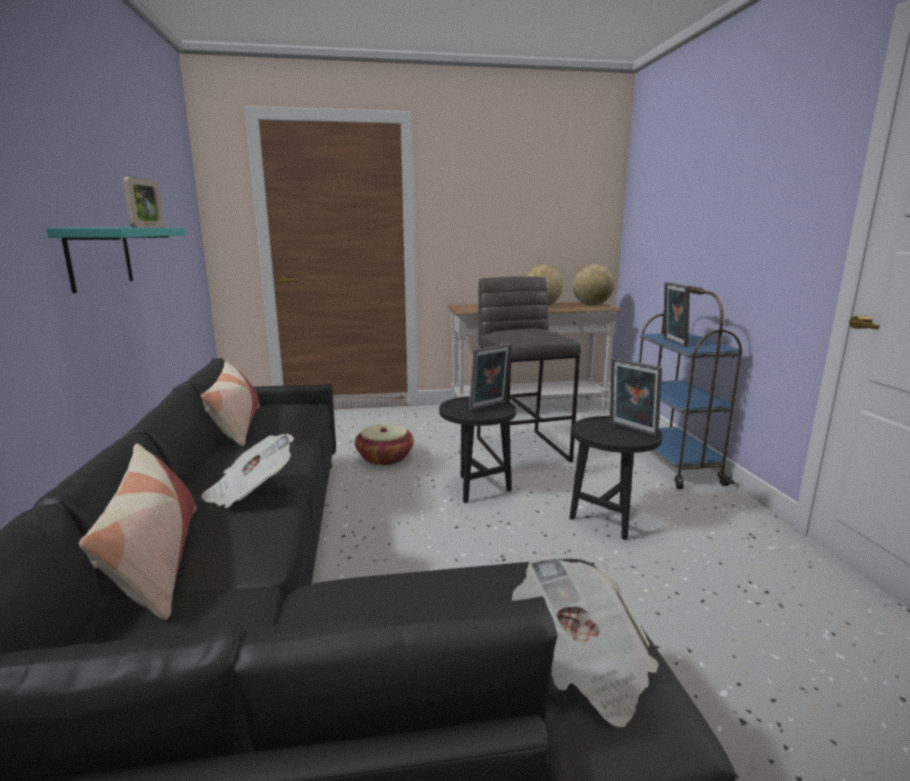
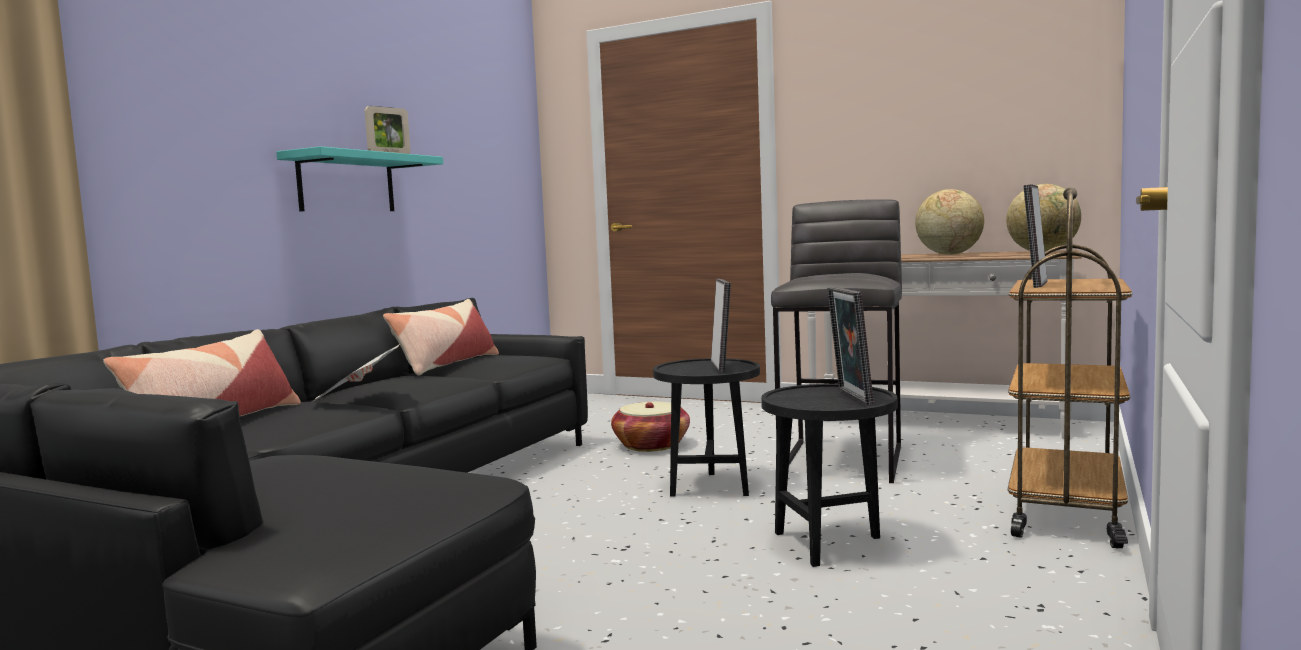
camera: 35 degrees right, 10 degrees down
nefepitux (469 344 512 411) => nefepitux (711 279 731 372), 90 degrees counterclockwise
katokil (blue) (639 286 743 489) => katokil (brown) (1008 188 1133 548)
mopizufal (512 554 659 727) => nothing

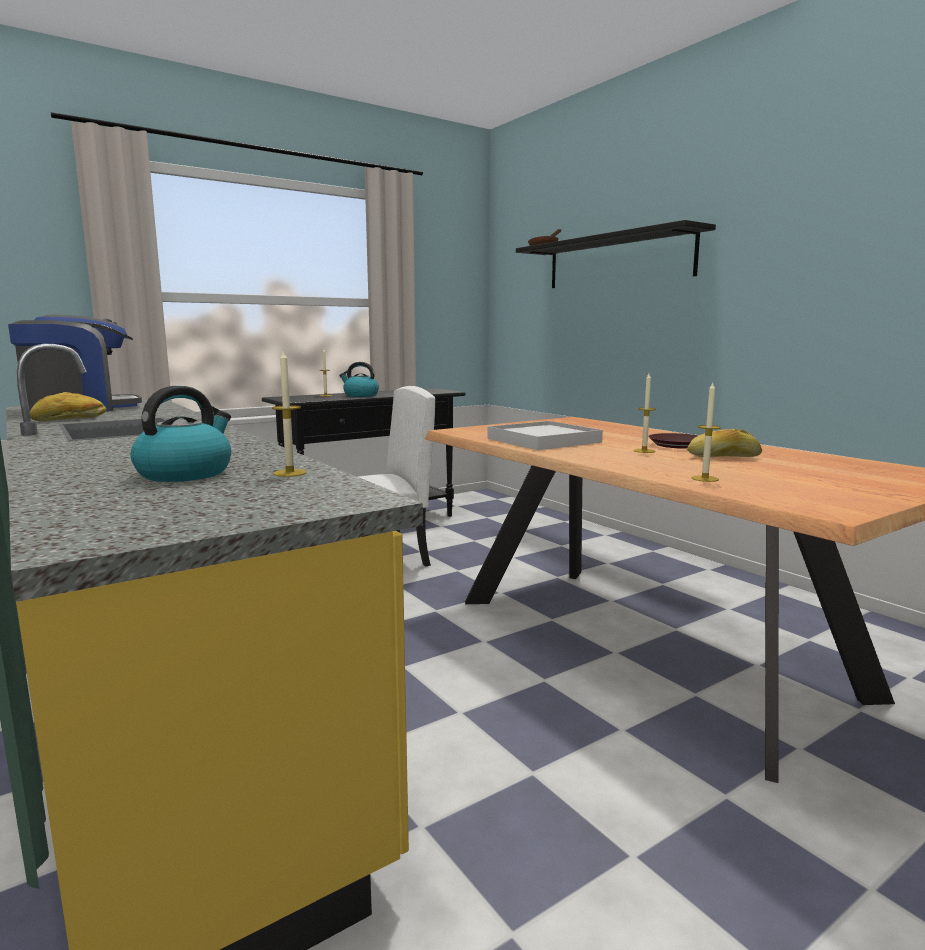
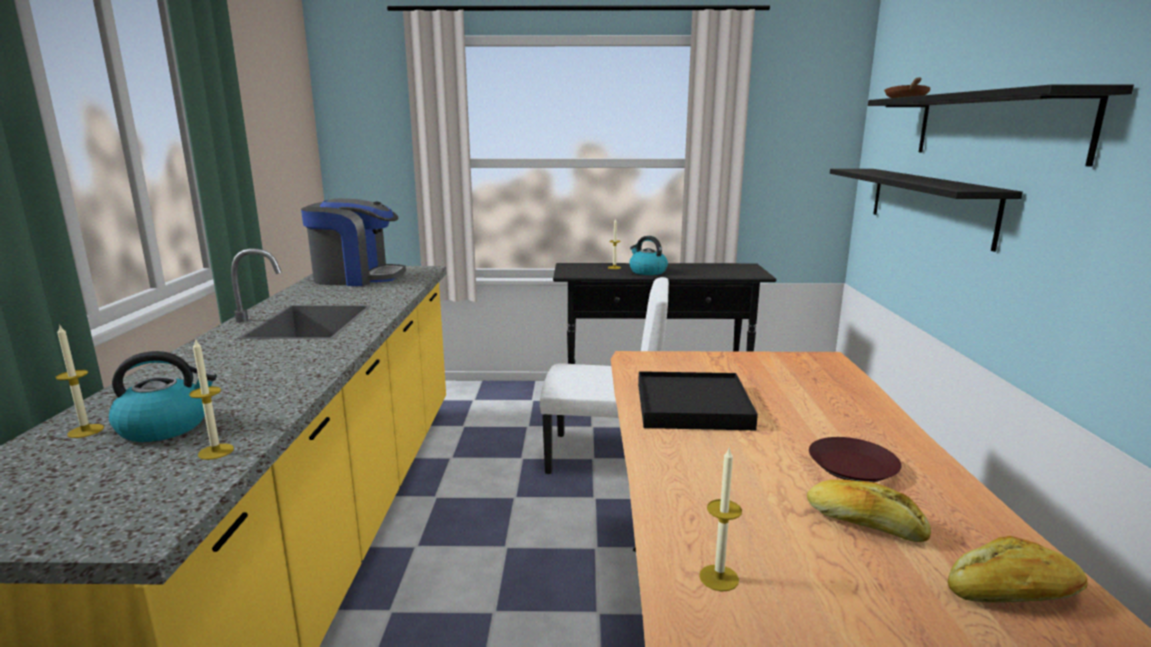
camera: 35 degrees right, 5 degrees up
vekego (634 373 656 453) => vekego (56 326 104 438), move
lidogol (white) (488 421 603 450) => lidogol (black) (638 371 758 430)
nothing => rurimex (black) (830 169 1023 252)
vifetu (30 392 106 421) => vifetu (947 536 1088 603), move

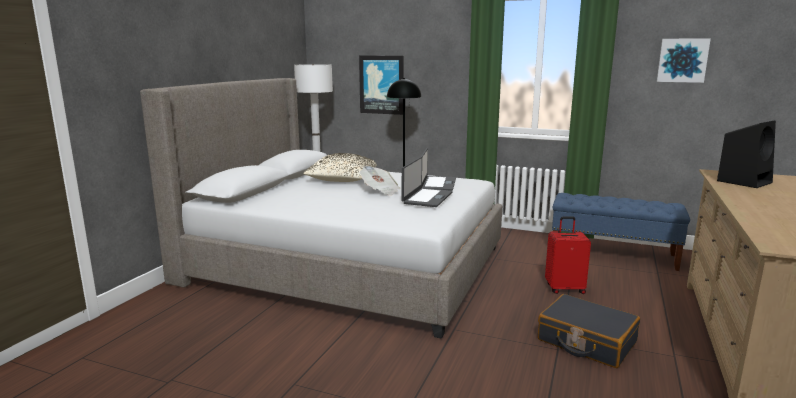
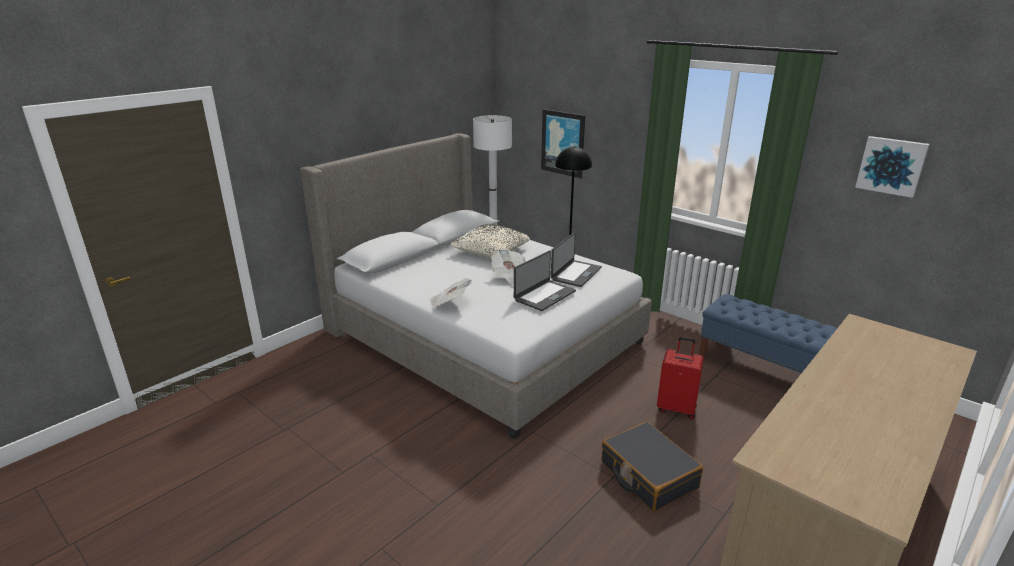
camera: 20 degrees right, 10 degrees up
nothing => mopizufal (430 278 472 308)
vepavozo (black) (717 121 776 188) => nothing

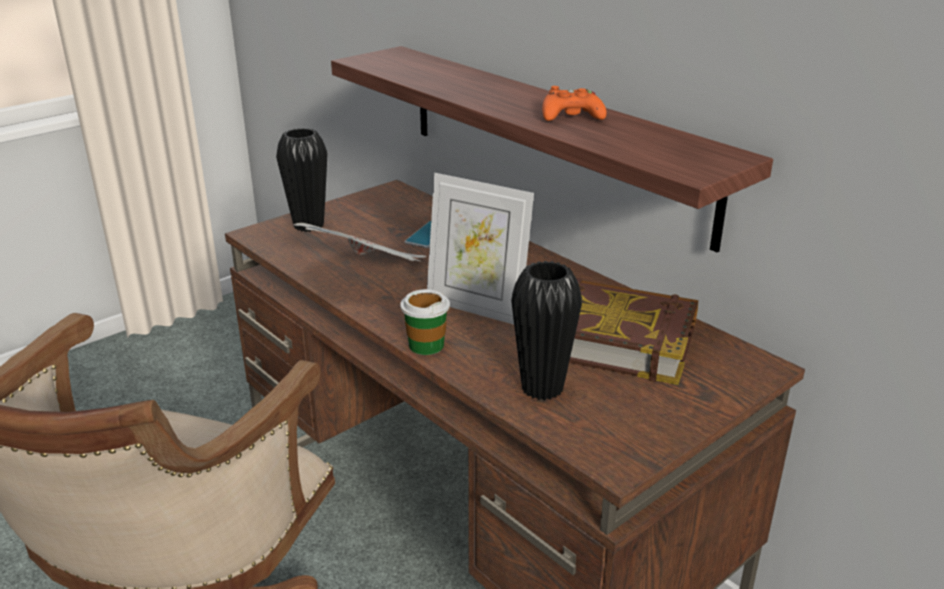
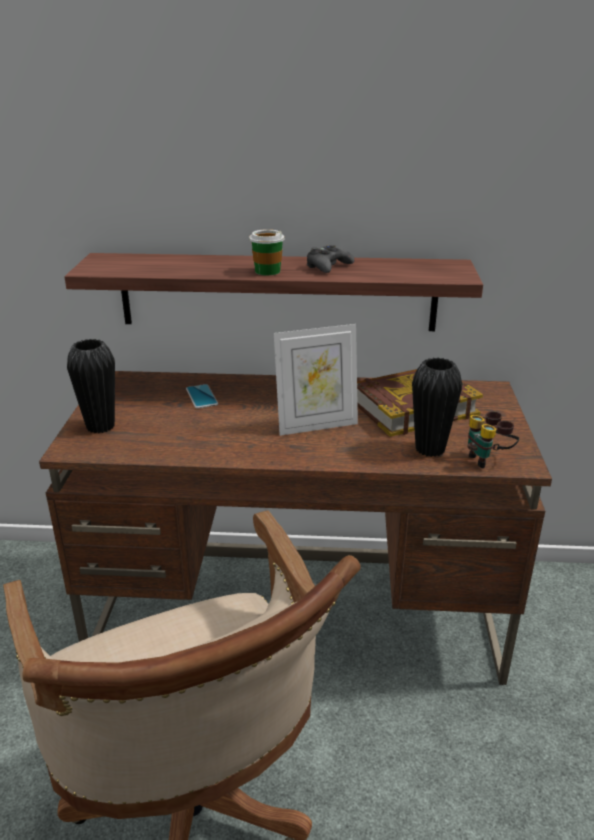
camera: 45 degrees left, 0 degrees up
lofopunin (400 289 450 355) => lofopunin (249 229 285 275), move
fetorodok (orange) (542 86 607 121) => fetorodok (black) (307 245 354 273)
nothing => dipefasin (468 412 519 468)
mopizufal (294 223 427 262) => nothing

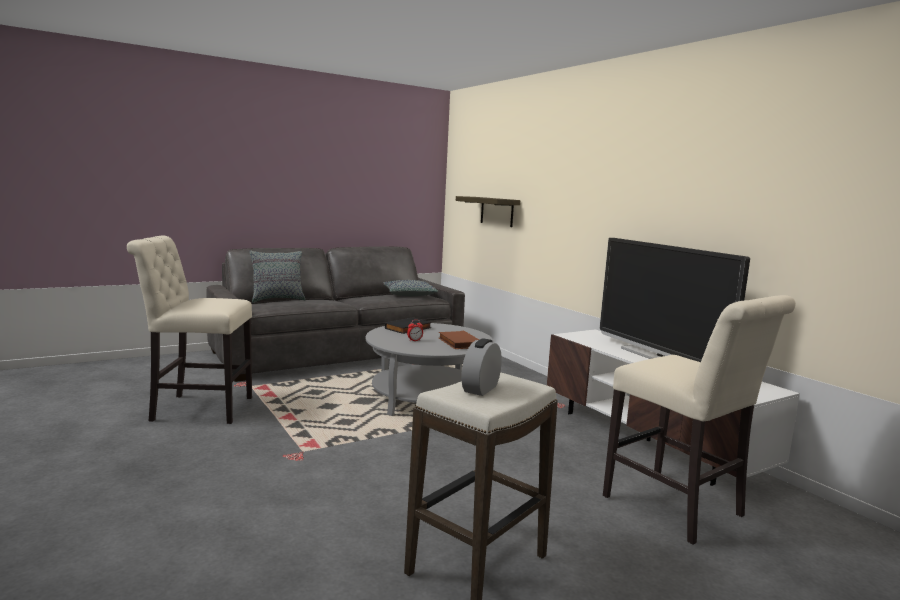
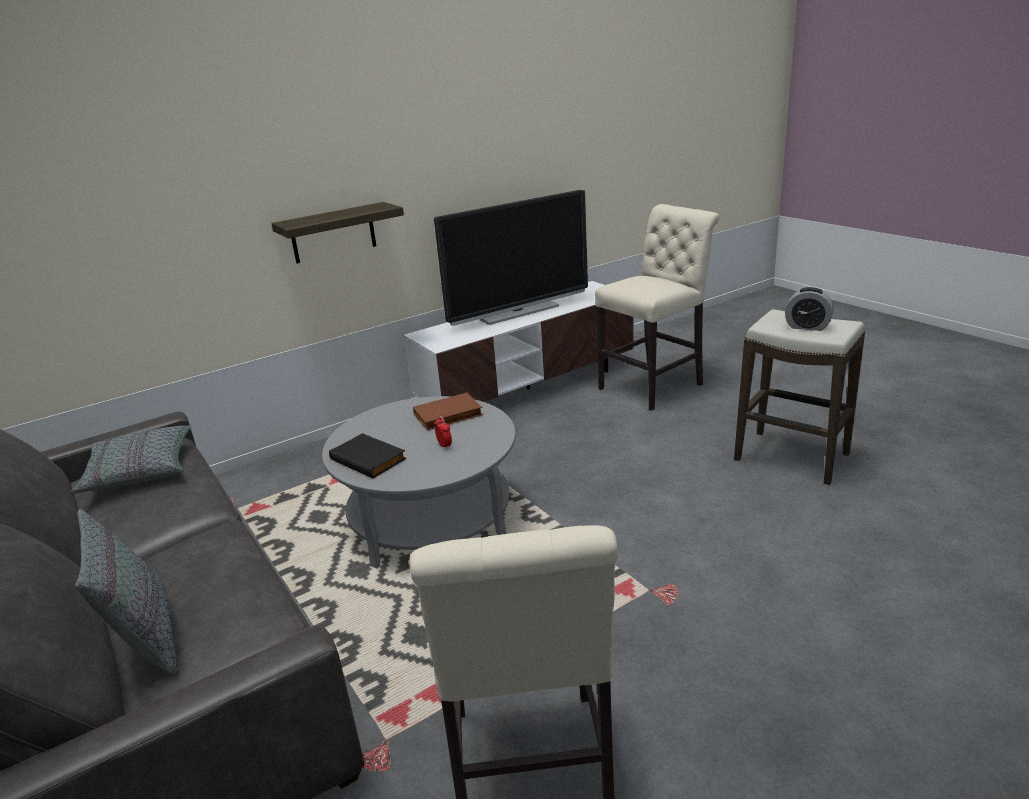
camera: 90 degrees left, 15 degrees up
rurimex (456 196 520 227) => rurimex (271 202 404 263), move

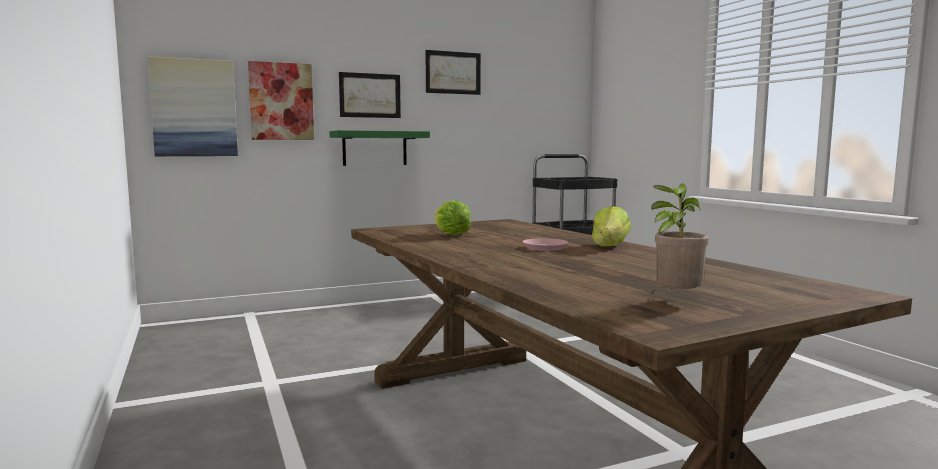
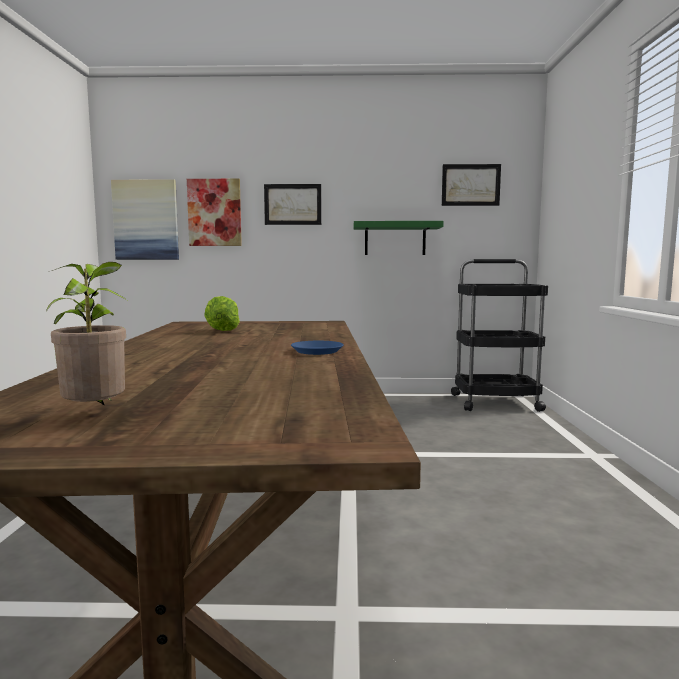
camera: 25 degrees right, 0 degrees up
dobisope (592 206 631 246) => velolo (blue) (291 341 344 355)
rurimex (green) (329 130 430 166) => rurimex (green) (354 221 444 255), move
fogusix (425 50 481 95) => fogusix (442 164 501 206), move
velolo (pink) (523 238 569 251) => nothing

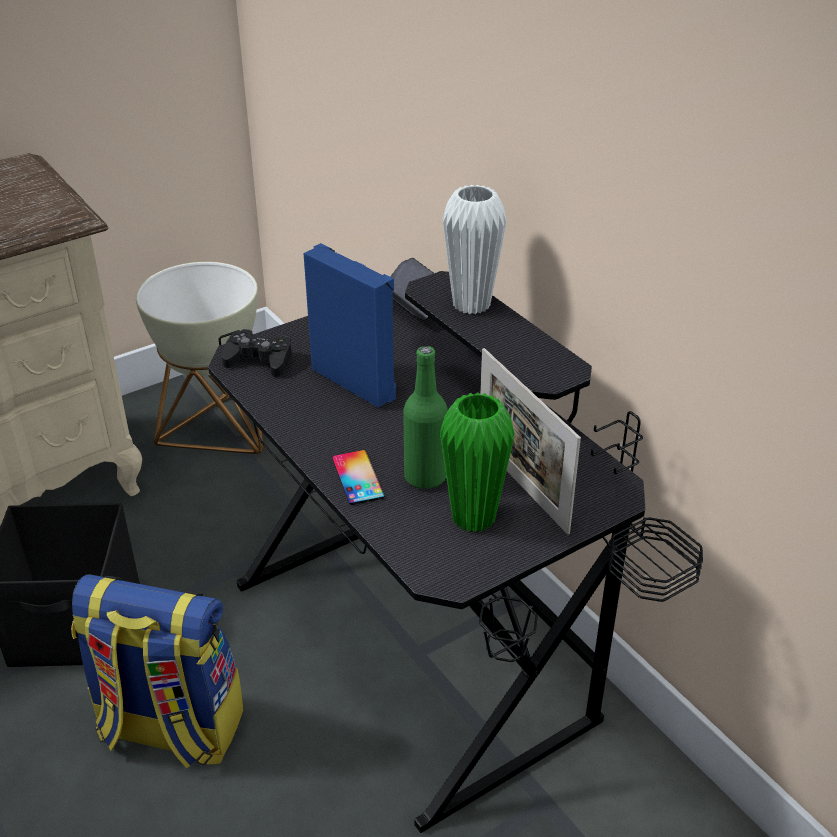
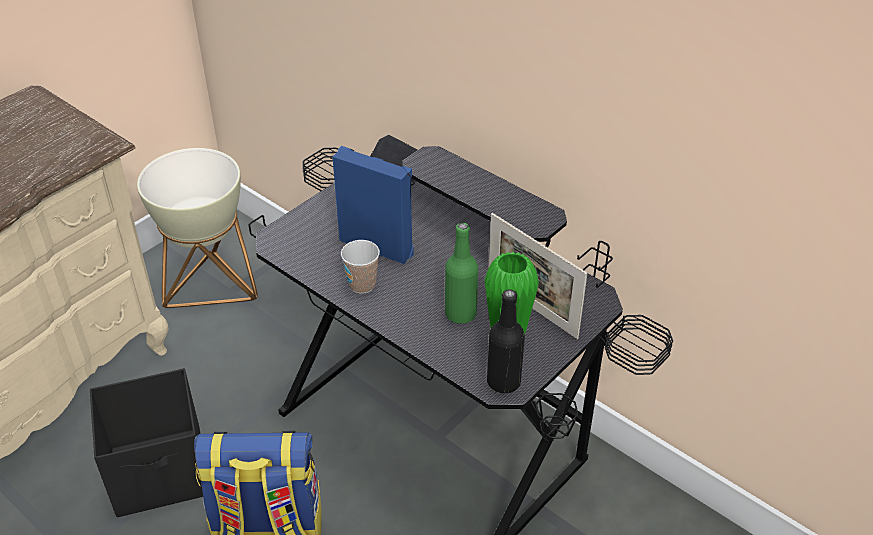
camera: 15 degrees left, 5 degrees up
nothing => lofopunin (341 240 380 294)
nothing => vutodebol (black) (487 289 525 393)
fetorodok (black) (222 329 292 377) => nothing
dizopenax (332 450 385 505) => nothing
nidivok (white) (443 185 507 314) => nothing

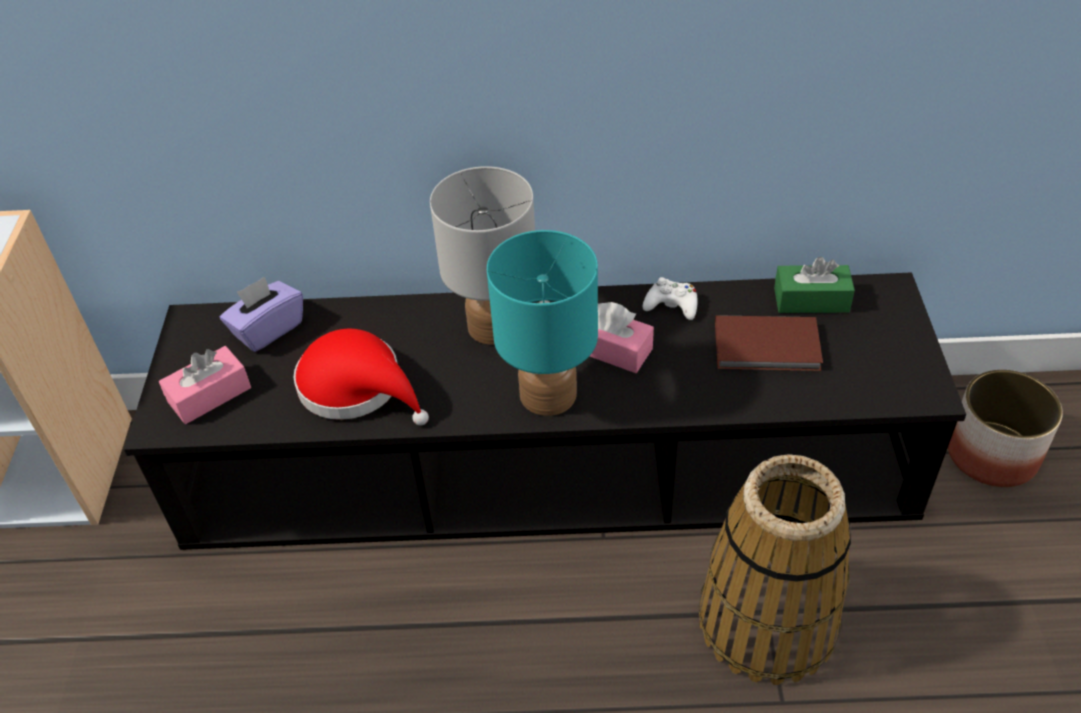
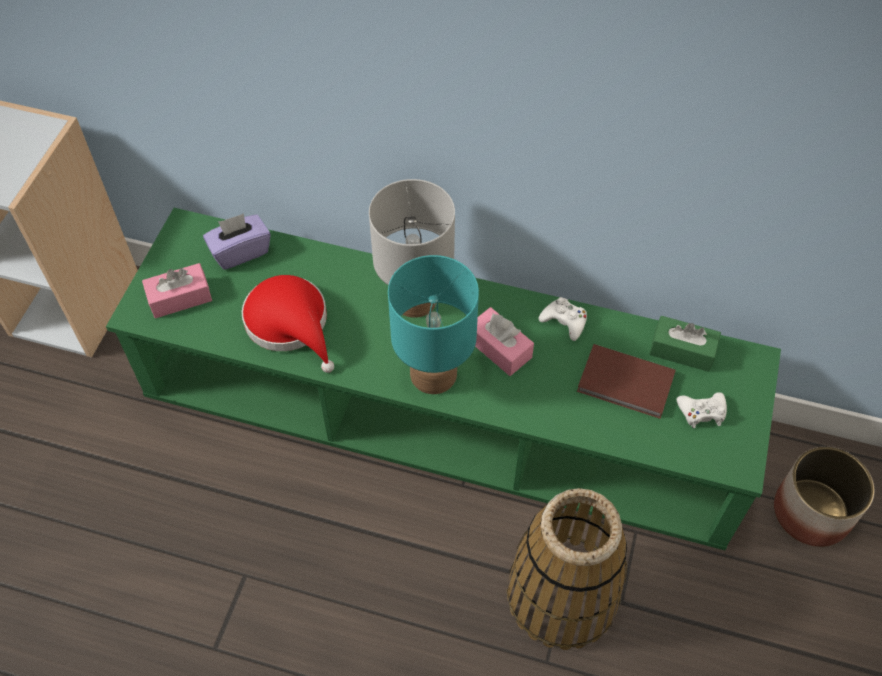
camera: 15 degrees right, 10 degrees up
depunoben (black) (124 272 966 550) => depunoben (green) (106 208 781 550)
nothing => fetorodok (white) (677 392 727 428)

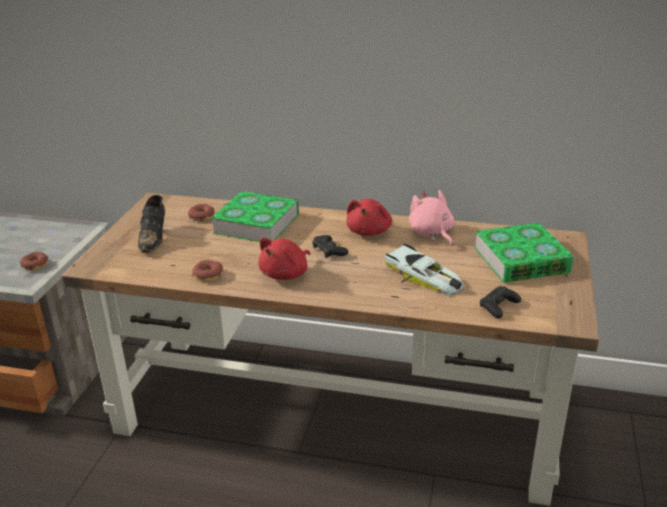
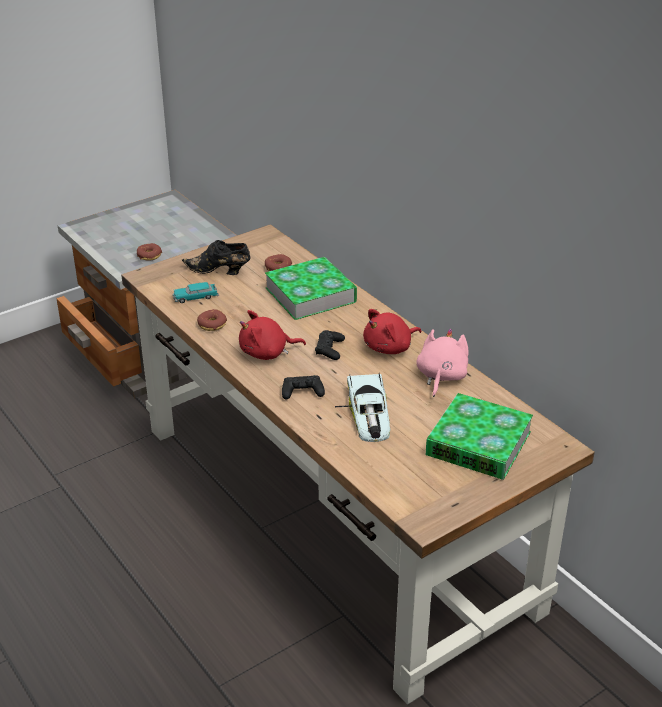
camera: 40 degrees right, 5 degrees up
nothing => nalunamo (172 282 219 303)
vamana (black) (138 195 165 253) => vamana (black) (182 240 251 275), 60 degrees clockwise
fetorodok (black) (480 286 521 318) => fetorodok (black) (282 375 325 400), move

